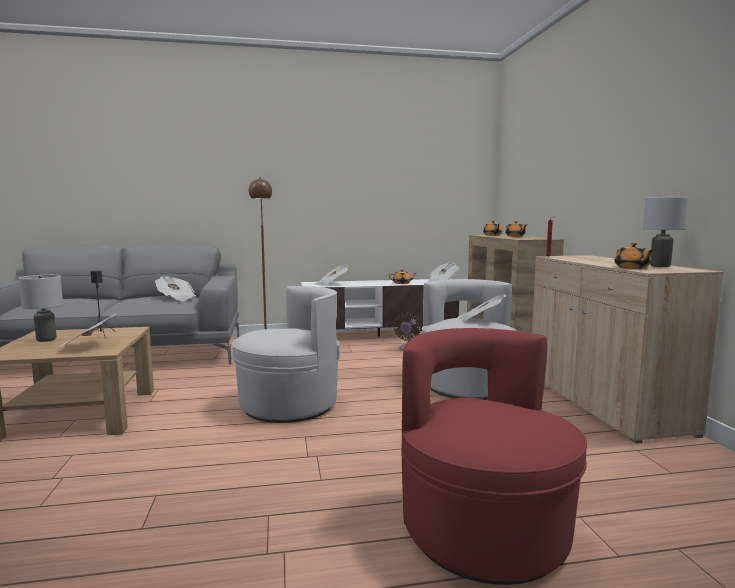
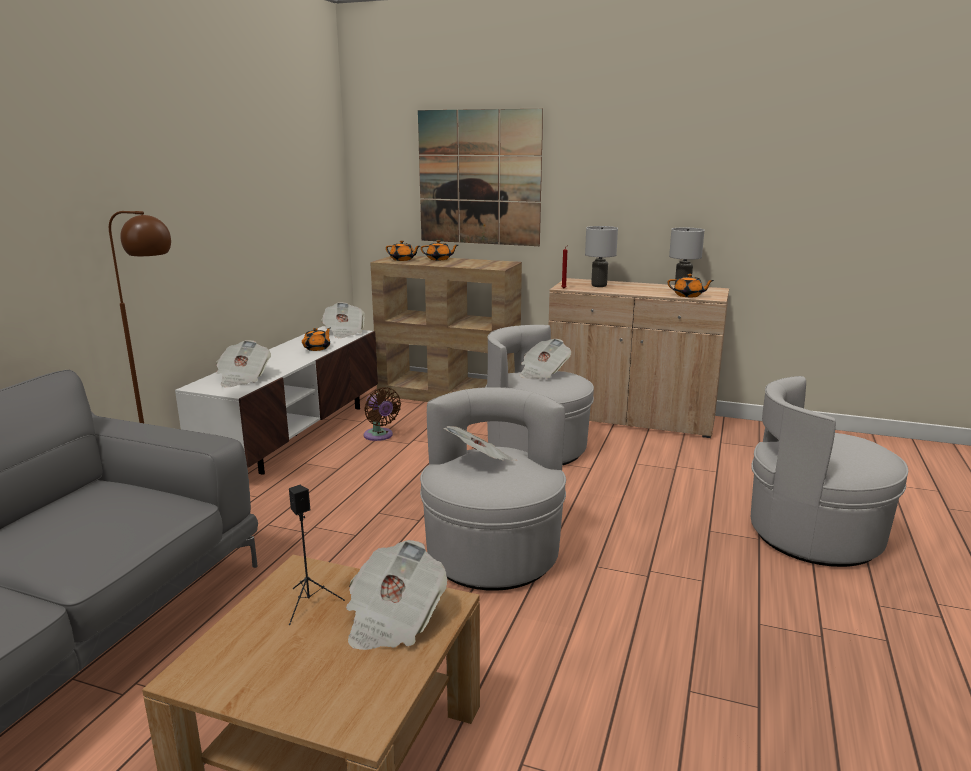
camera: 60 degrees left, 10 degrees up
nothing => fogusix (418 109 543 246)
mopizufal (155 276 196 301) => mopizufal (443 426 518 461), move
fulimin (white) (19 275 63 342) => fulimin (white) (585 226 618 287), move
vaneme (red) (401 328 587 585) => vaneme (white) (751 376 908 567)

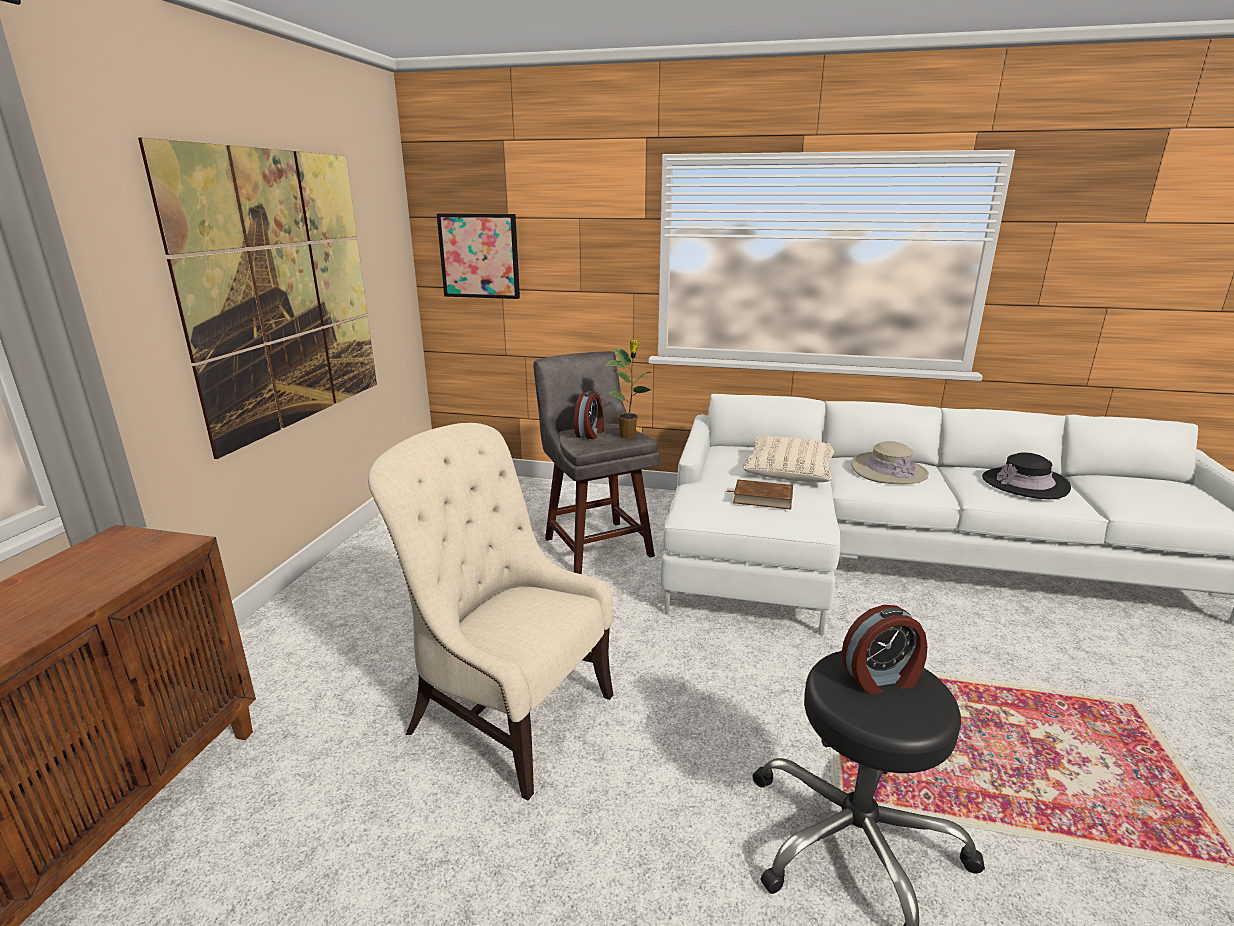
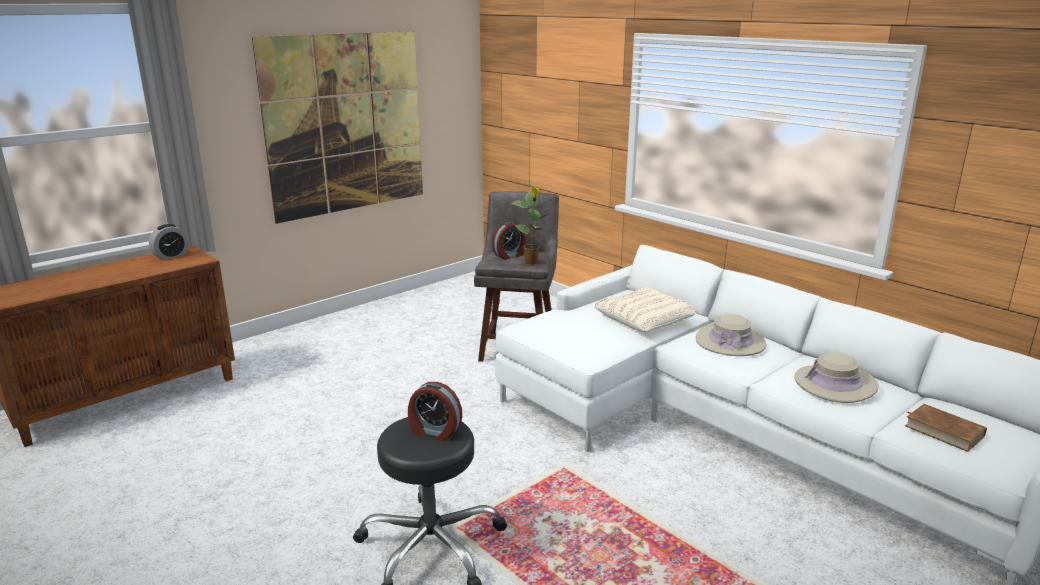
camera: 35 degrees right, 0 degrees up
nothing => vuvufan (149 224 189 260)
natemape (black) (982 453 1071 499) => natemape (beige) (794 352 879 403)
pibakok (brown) (726 479 793 509) => pibakok (brown) (905 404 987 452), move
vaneme (beige) (368 423 614 800) => nothing
fogusix (437 214 520 299) => nothing

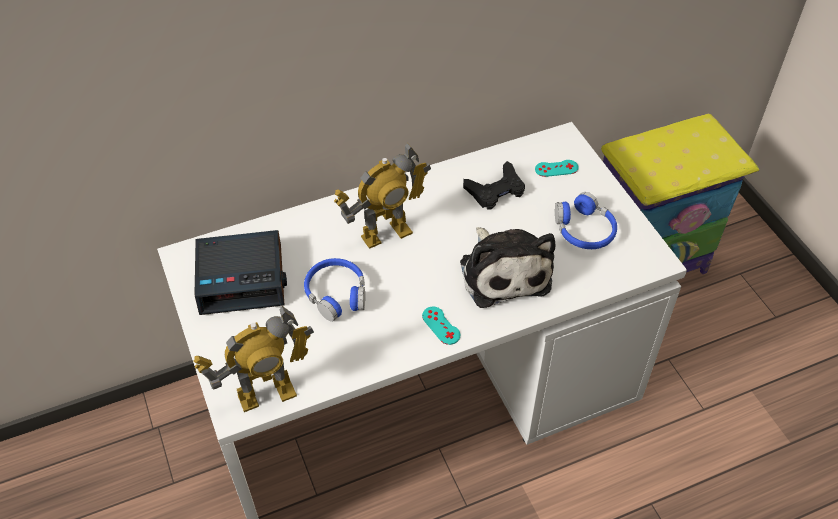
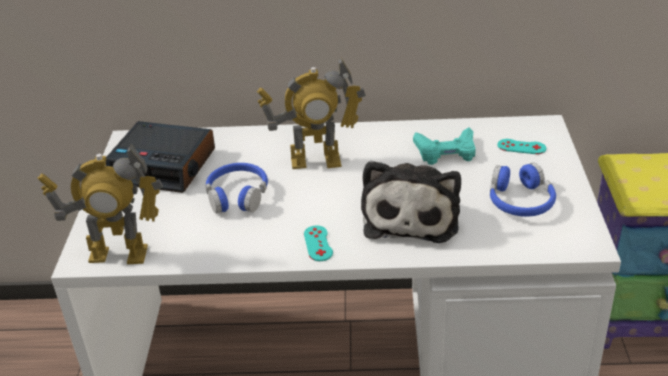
camera: 25 degrees right, 15 degrees down
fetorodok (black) (463 161 525 210) => fetorodok (turquoise) (413 128 476 165)

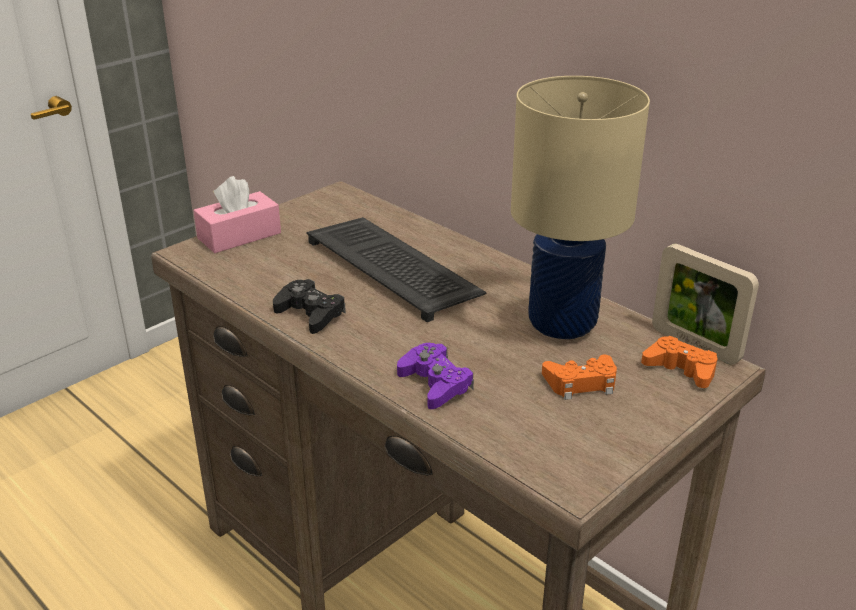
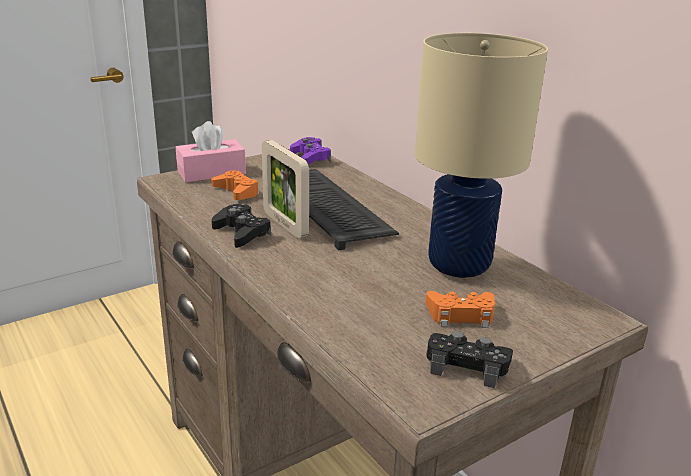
camera: 10 degrees right, 5 degrees down
fetorodok (orange) (641 336 718 388) => fetorodok (orange) (211 170 259 200), move
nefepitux (652 244 759 365) => nefepitux (262 140 309 239), move
fetorodok (purple) (397 343 474 409) => fetorodok (purple) (290 137 331 164), move
nothing => fetorodok (black) (426 331 513 388)

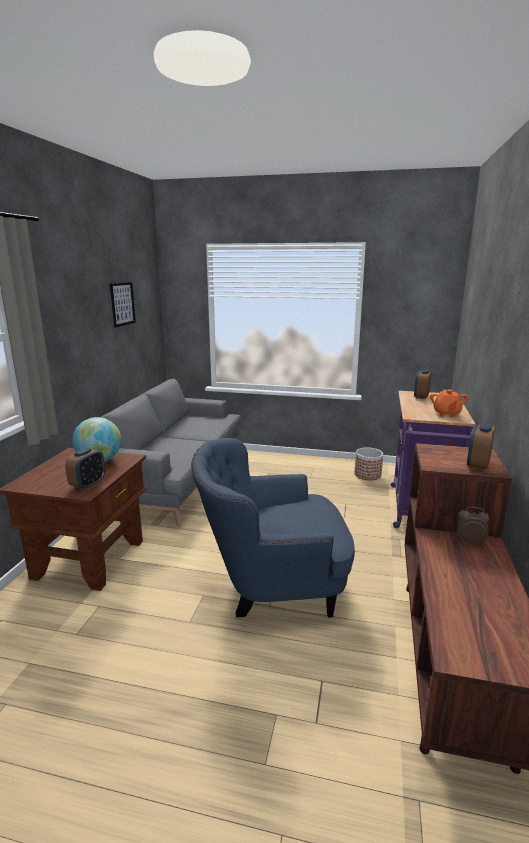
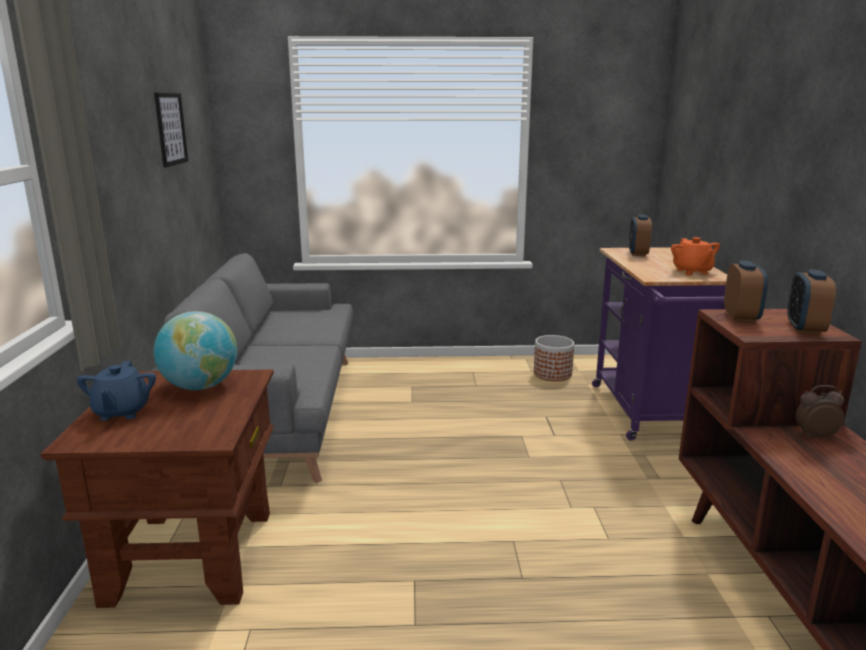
camera: 15 degrees left, 0 degrees up
nothing => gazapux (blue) (77 361 156 421)
vuvufan (65 448 105 490) => vuvufan (724 261 768 322), move
vaneme (blue) (191 438 355 618) => nothing

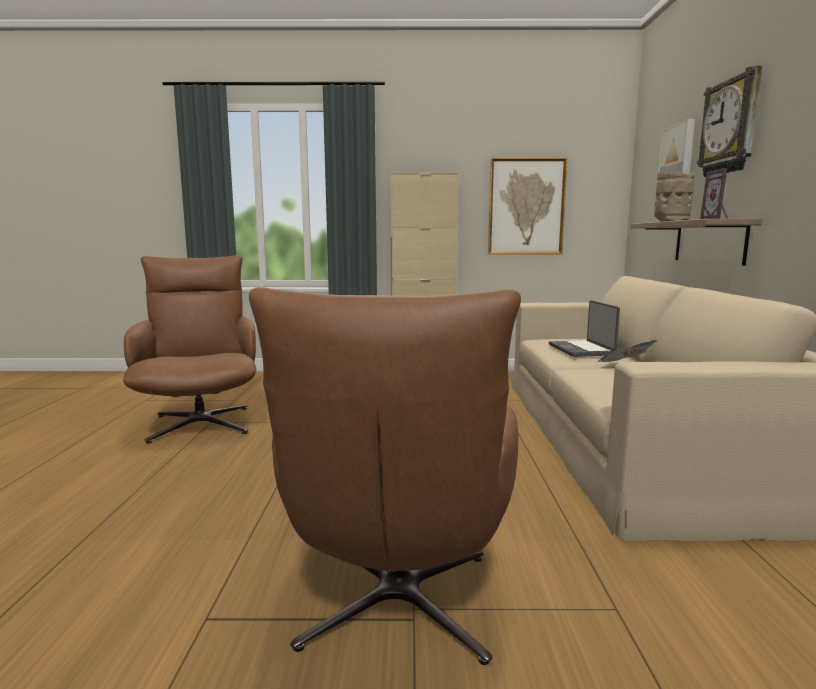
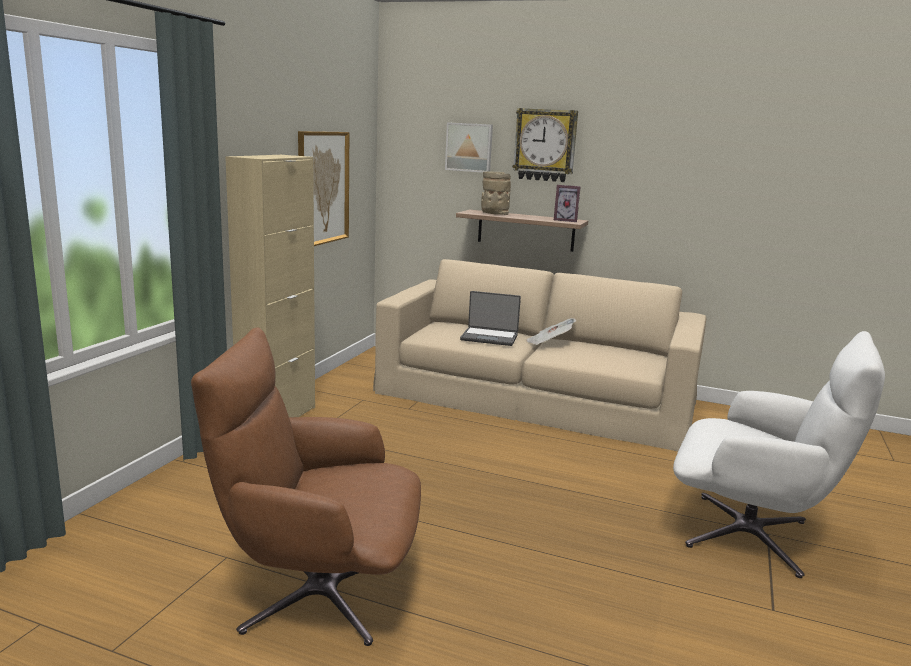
camera: 70 degrees left, 5 degrees up
vaneme (brown) (249 287 521 665) => vaneme (white) (673 331 885 578)

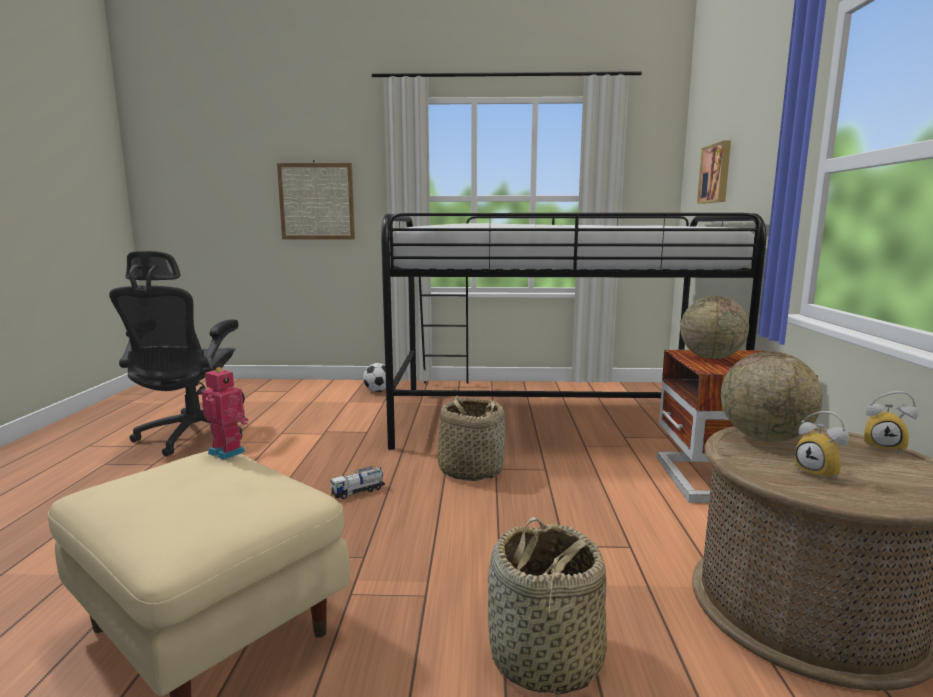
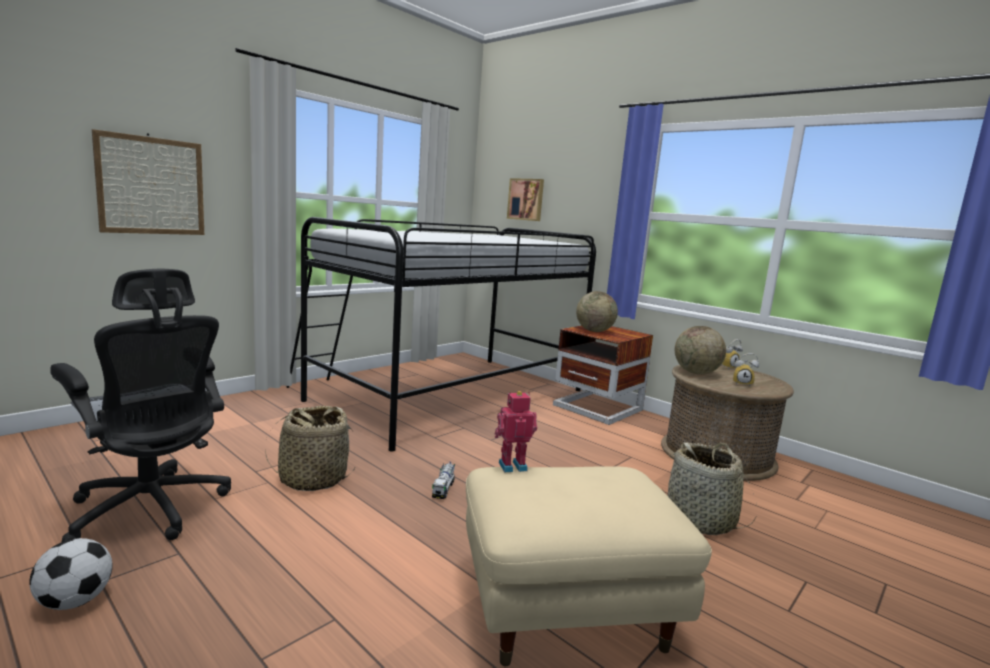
camera: 50 degrees left, 0 degrees up
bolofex (363 363 386 392) => bolofex (29 538 112 610), move
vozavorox (438 396 505 481) => vozavorox (265 406 356 491), move

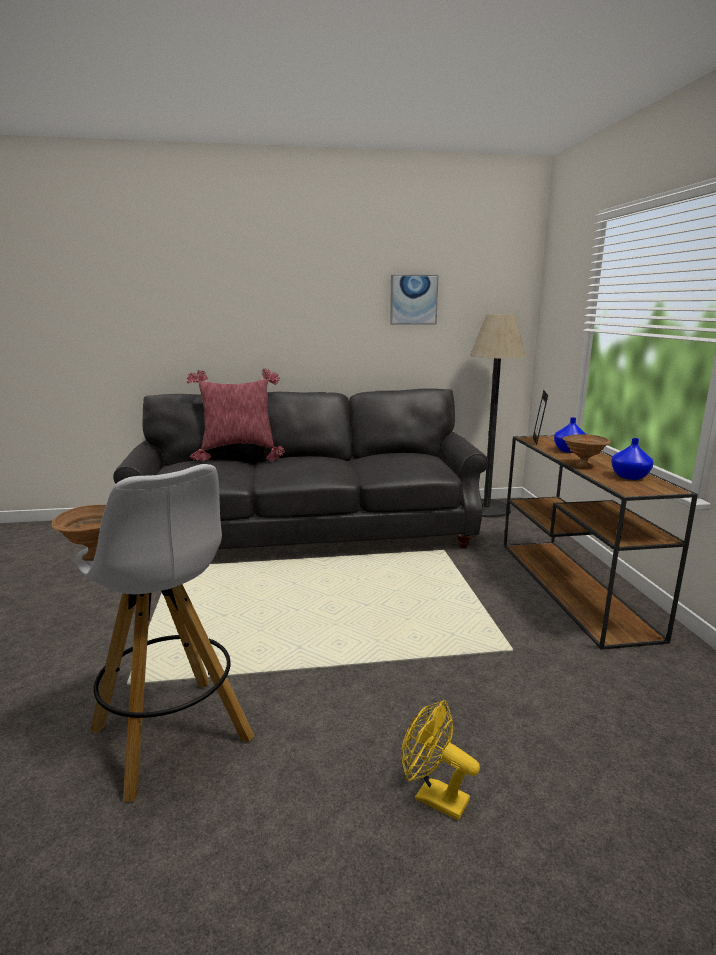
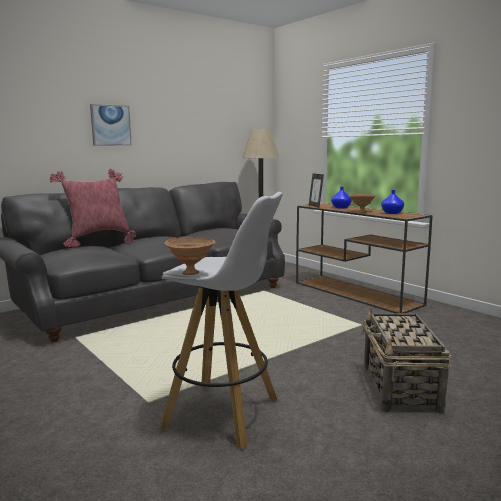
camera: 30 degrees left, 5 degrees down
fogusix (390 275 439 325) => fogusix (90 104 132 146), move
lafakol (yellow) (401 700 480 821) => vozavorox (362 308 451 413)

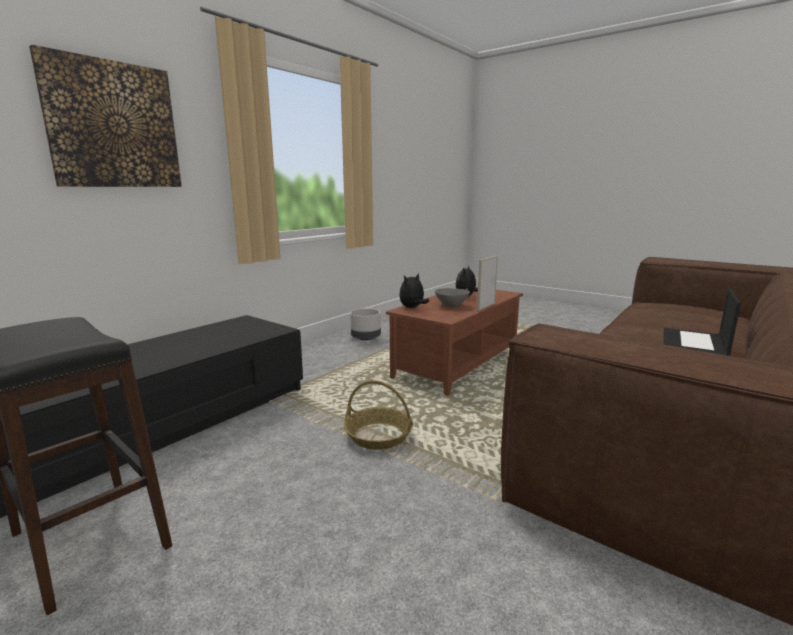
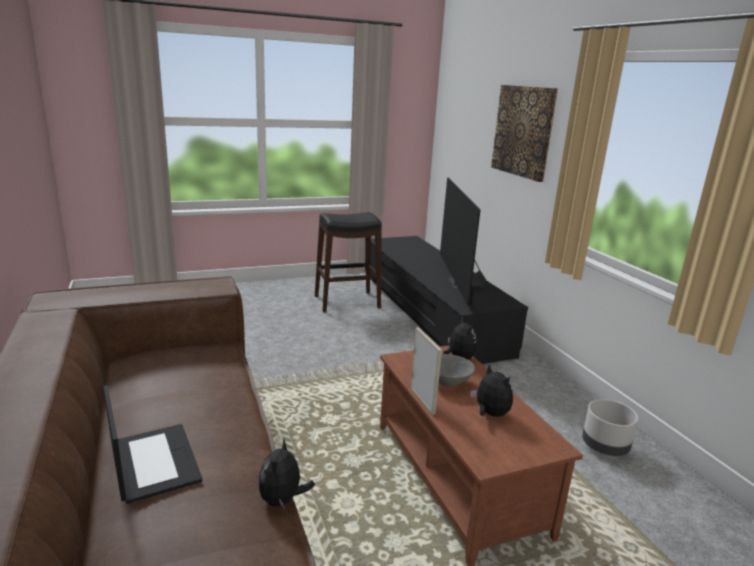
camera: 120 degrees right, 5 degrees up
nothing => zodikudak (258 438 315 509)
nothing => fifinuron (440 178 486 306)
vozavorox (344 380 413 450) => nothing

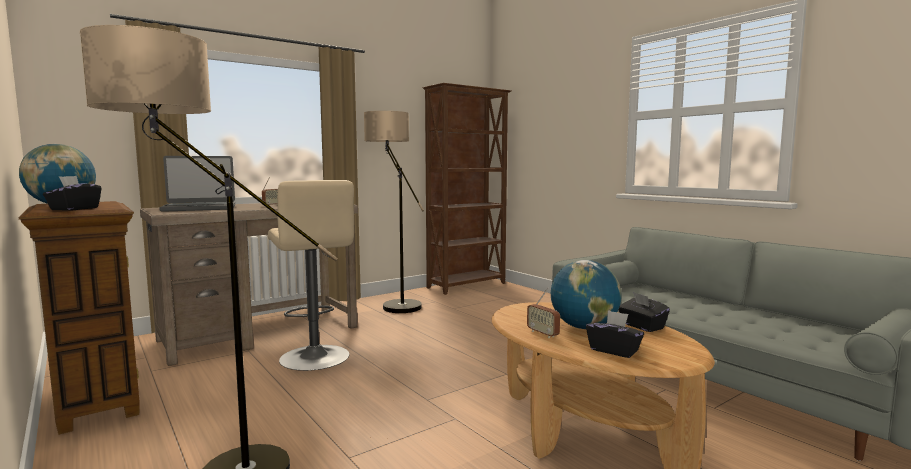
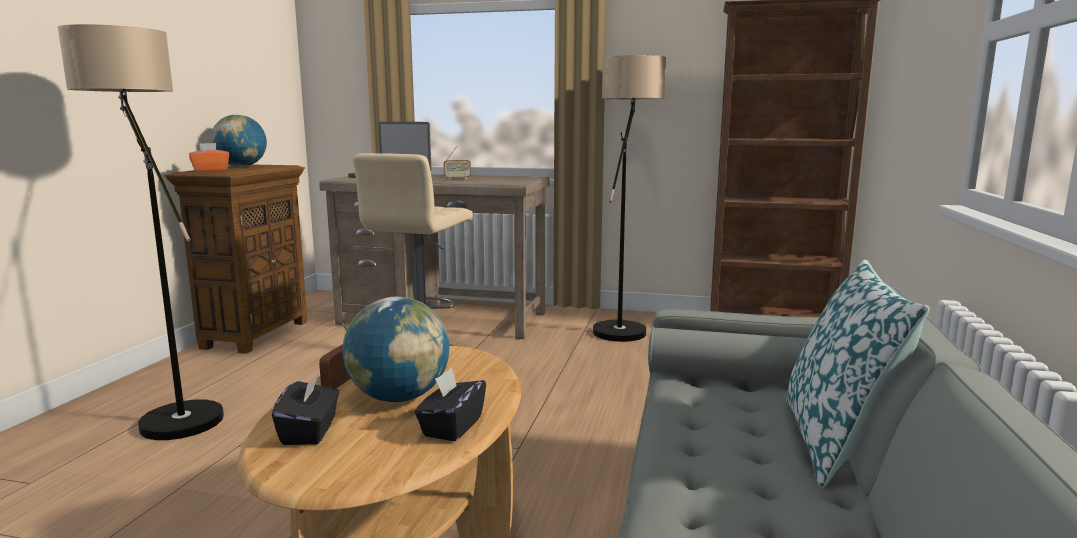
camera: 50 degrees right, 5 degrees up
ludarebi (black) (43 176 101 210) => ludarebi (orange) (189 143 229 172)
nothing => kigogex (786 259 930 488)

